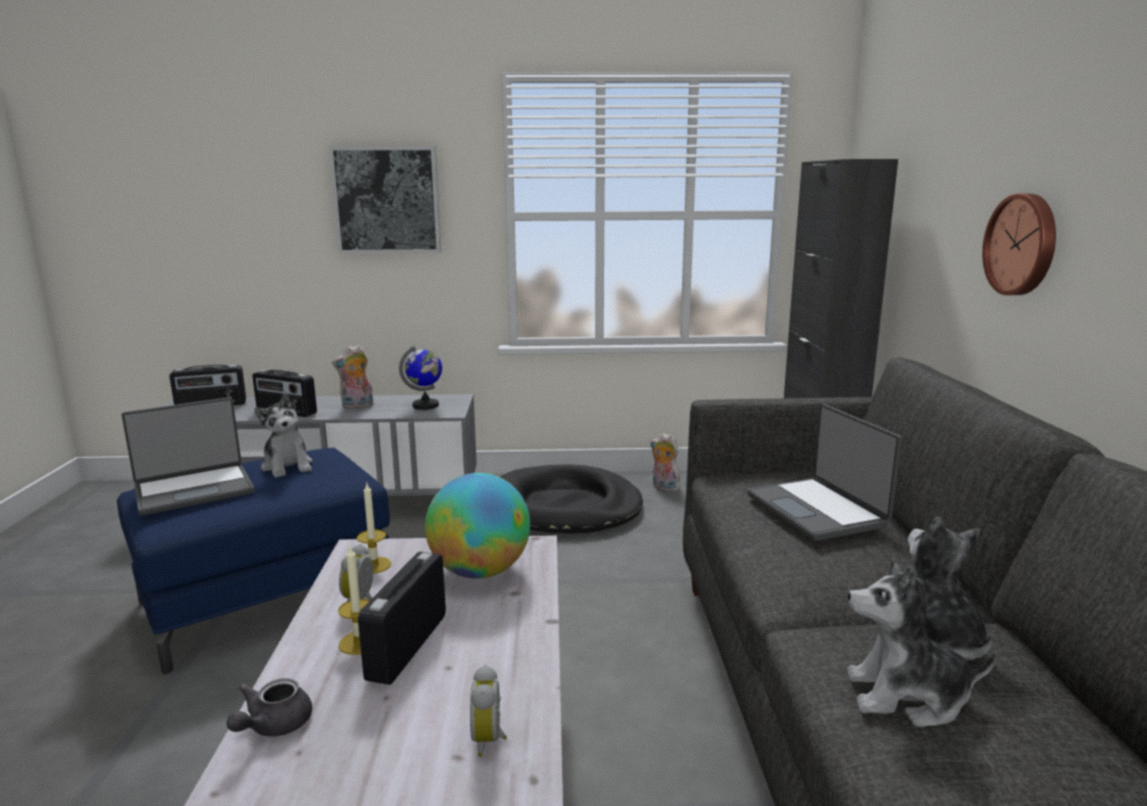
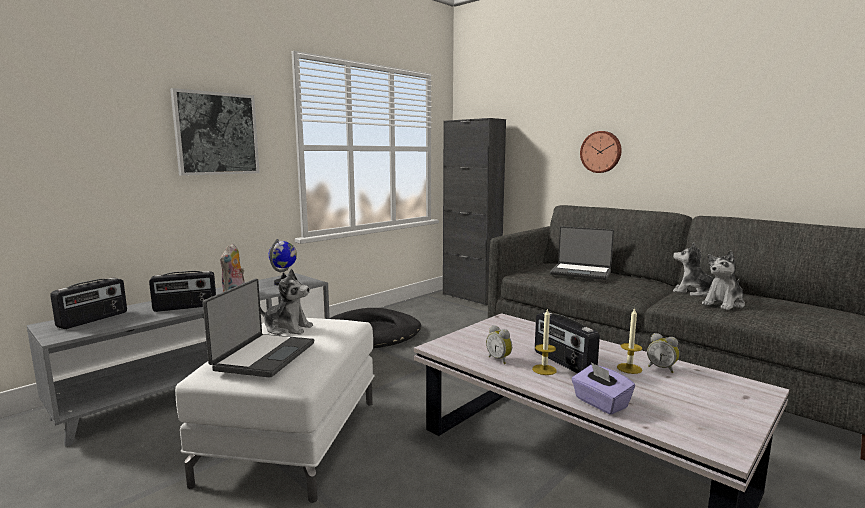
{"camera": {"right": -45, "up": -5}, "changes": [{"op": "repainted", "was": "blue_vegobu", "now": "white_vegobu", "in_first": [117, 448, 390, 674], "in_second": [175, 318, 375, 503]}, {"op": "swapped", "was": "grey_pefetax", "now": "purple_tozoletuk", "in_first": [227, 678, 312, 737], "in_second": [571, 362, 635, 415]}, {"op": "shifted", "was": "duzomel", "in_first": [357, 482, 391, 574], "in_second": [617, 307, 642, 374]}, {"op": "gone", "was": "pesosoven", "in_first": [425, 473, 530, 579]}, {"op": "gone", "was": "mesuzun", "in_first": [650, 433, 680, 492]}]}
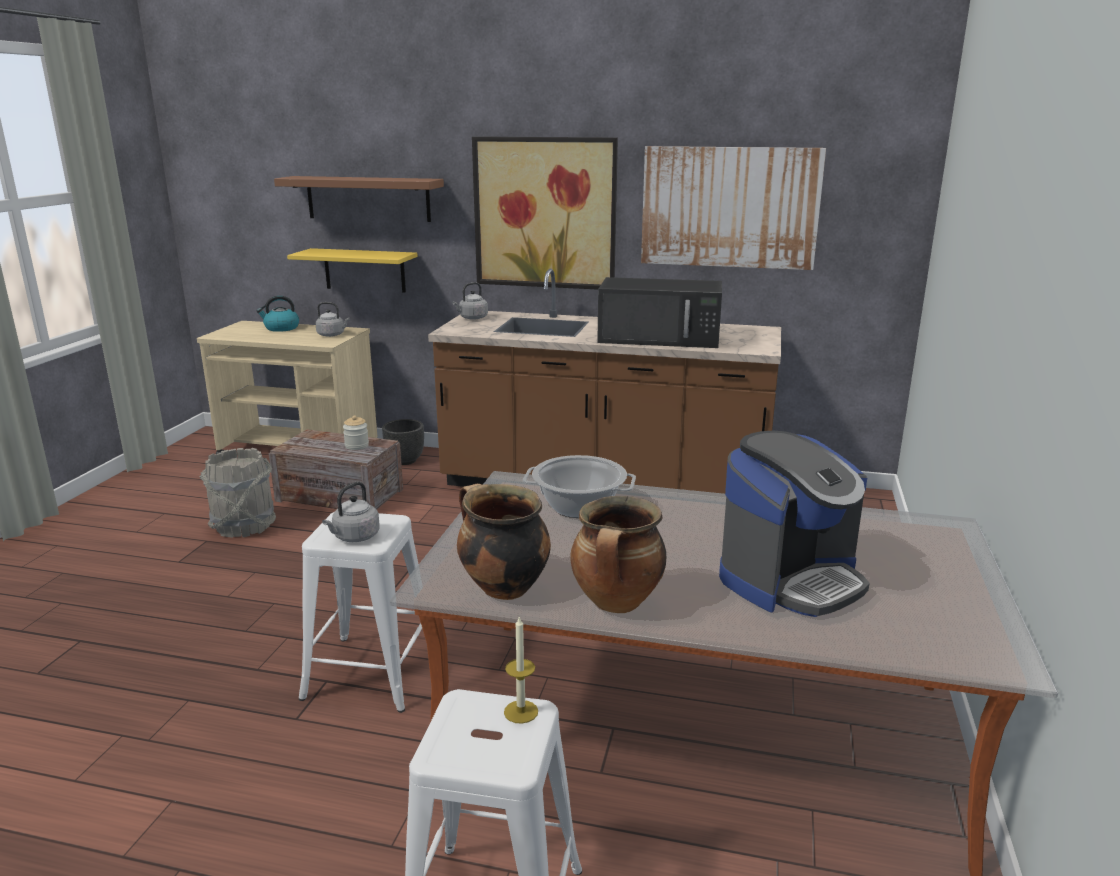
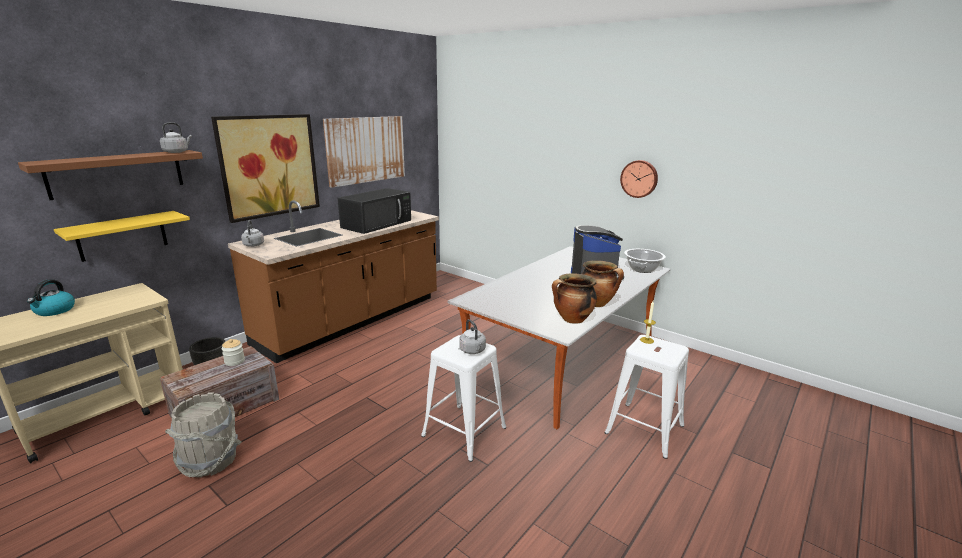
{"camera": {"right": -65, "up": 0}, "changes": [{"op": "shifted", "was": "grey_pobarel", "in_first": [315, 302, 350, 337], "in_second": [160, 122, 192, 153]}, {"op": "shifted", "was": "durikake", "in_first": [523, 455, 636, 518], "in_second": [624, 249, 666, 273]}, {"op": "new", "now": "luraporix", "in_second": [620, 160, 658, 198]}]}
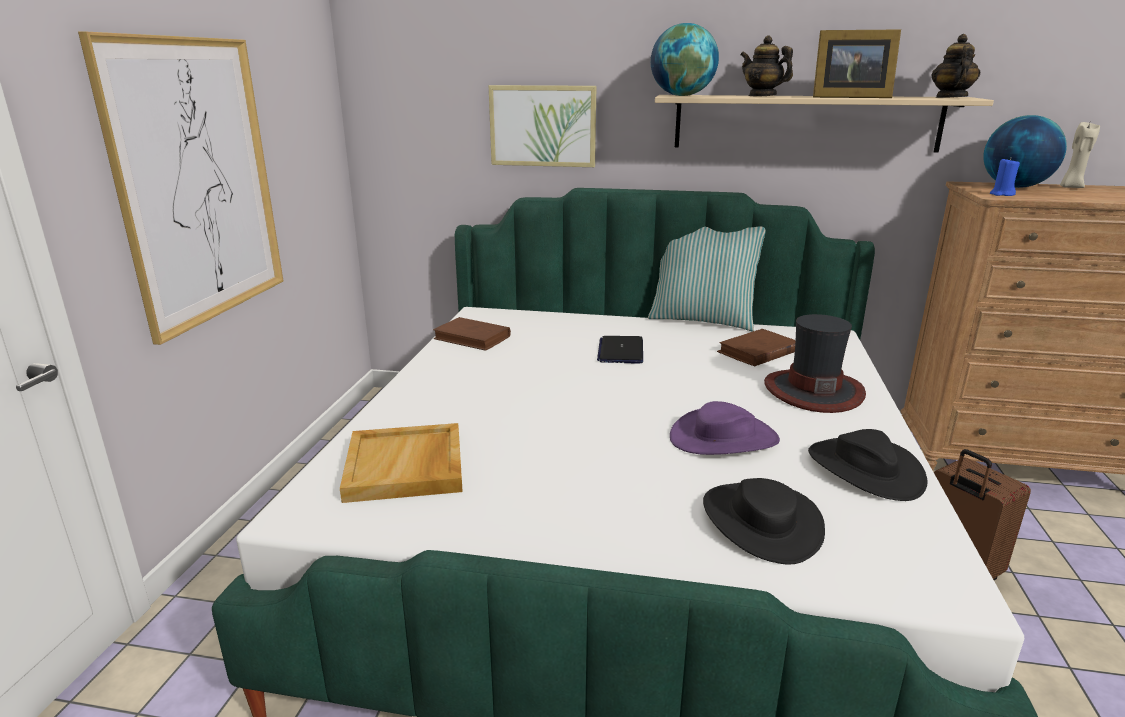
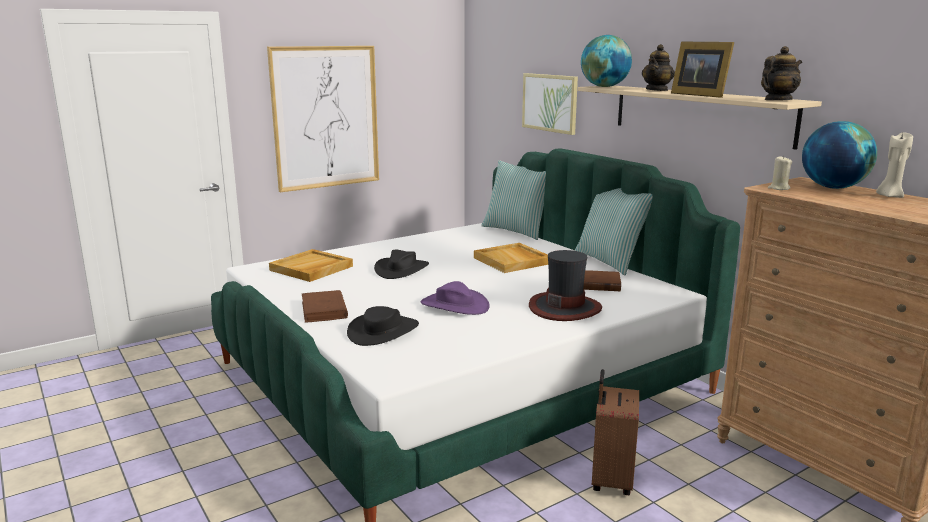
{"camera": {"right": 45, "up": -5}, "changes": [{"op": "shifted", "was": "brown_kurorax", "in_first": [433, 317, 511, 351], "in_second": [302, 290, 348, 323]}, {"op": "swapped", "was": "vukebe", "now": "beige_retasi", "in_first": [597, 336, 643, 364], "in_second": [474, 243, 548, 273]}, {"op": "rotated", "was": "pefetax", "in_first": [741, 36, 793, 96], "in_second": [642, 44, 675, 91], "clockwise": -150}, {"op": "shifted", "was": "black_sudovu", "in_first": [808, 429, 928, 501], "in_second": [374, 250, 429, 279]}, {"op": "repainted", "was": "blue_duzomel", "now": "beige_duzomel", "in_first": [990, 157, 1020, 196], "in_second": [768, 156, 792, 190]}, {"op": "new", "now": "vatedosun", "in_second": [481, 160, 546, 240]}]}
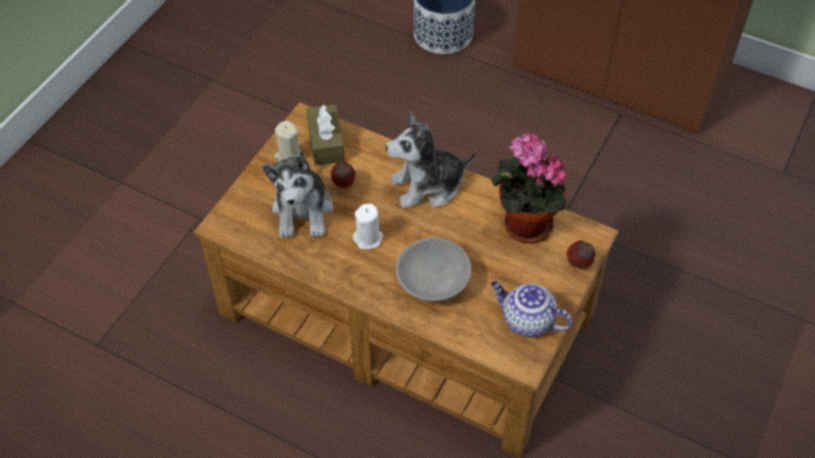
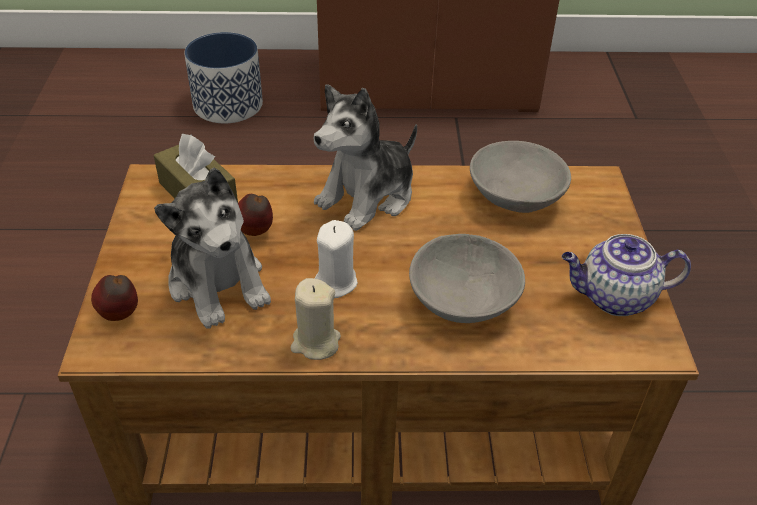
{"camera": {"right": -30, "up": -10}, "changes": [{"op": "shifted", "was": "beige_duzomel", "in_first": [274, 121, 304, 161], "in_second": [291, 278, 341, 360]}, {"op": "swapped", "was": "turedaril", "now": "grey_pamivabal", "in_first": [491, 133, 566, 244], "in_second": [470, 141, 571, 213]}, {"op": "shifted", "was": "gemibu", "in_first": [566, 240, 595, 269], "in_second": [91, 275, 138, 321]}]}
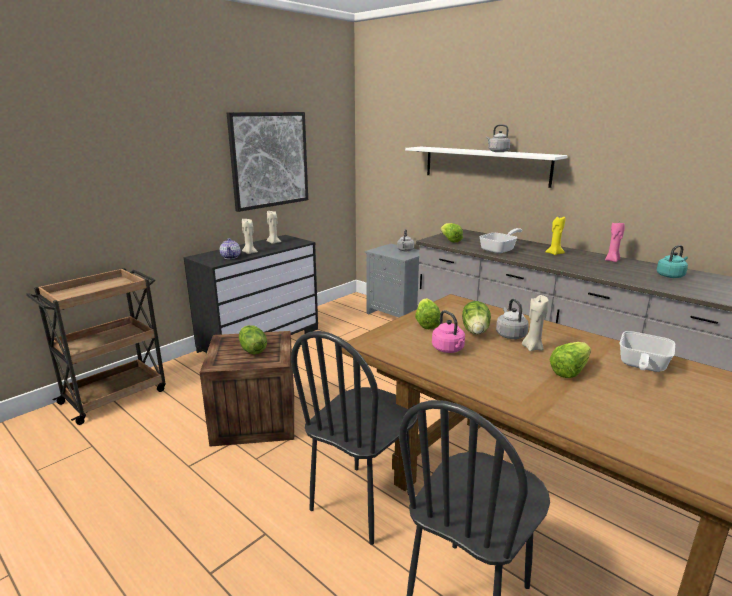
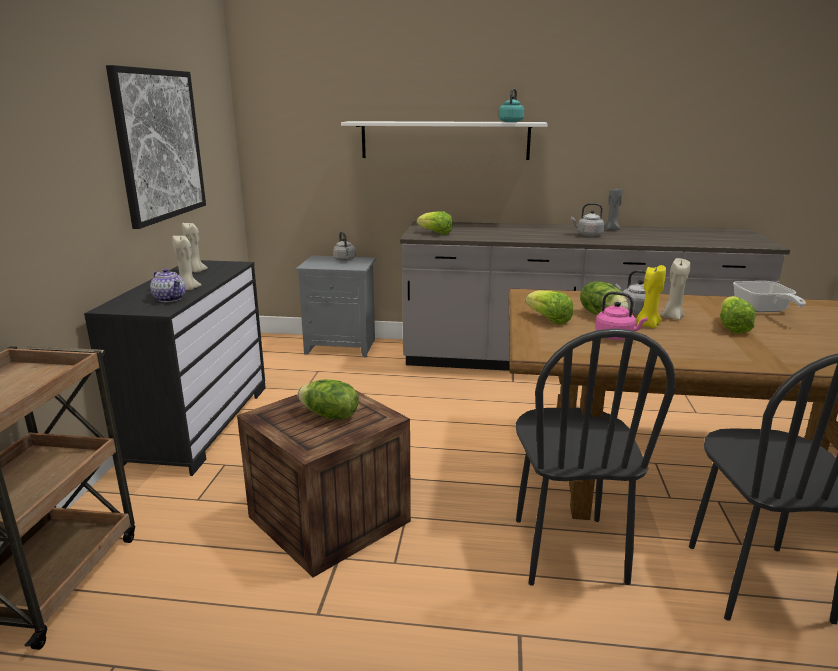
{"camera": {"right": -35, "up": 0}, "changes": [{"op": "gone", "was": "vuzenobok", "in_first": [479, 228, 522, 254]}, {"op": "shifted", "was": "grey_pobarel", "in_first": [486, 124, 510, 152], "in_second": [571, 203, 605, 236]}, {"op": "shifted", "was": "yellow_duzomel", "in_first": [545, 216, 565, 255], "in_second": [637, 265, 666, 328]}, {"op": "repainted", "was": "pink_duzomel", "now": "grey_duzomel", "in_first": [605, 223, 625, 262], "in_second": [604, 188, 623, 230]}, {"op": "shifted", "was": "turquoise_pobarel", "in_first": [657, 245, 688, 278], "in_second": [499, 88, 524, 122]}]}
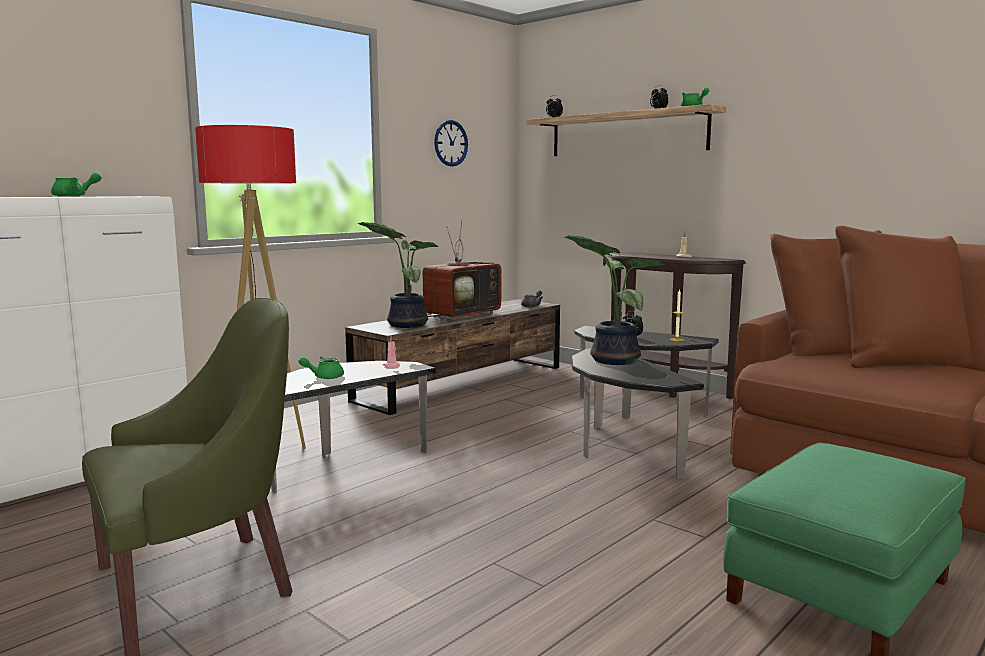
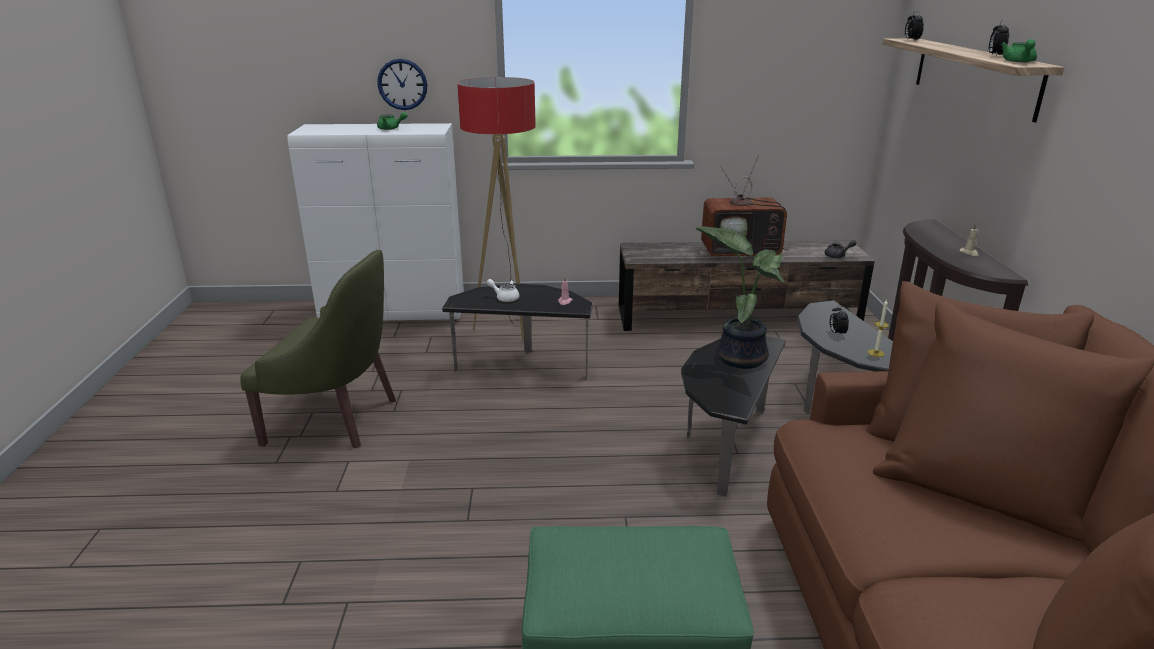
{"camera": {"right": 45, "up": 15}, "changes": [{"op": "repainted", "was": "green_pefetax", "now": "white_pefetax", "in_first": [299, 356, 344, 379], "in_second": [487, 279, 520, 302]}, {"op": "gone", "was": "turedaril", "in_first": [357, 222, 440, 328]}, {"op": "shifted", "was": "luraporix", "in_first": [434, 120, 468, 167], "in_second": [377, 59, 427, 110]}]}
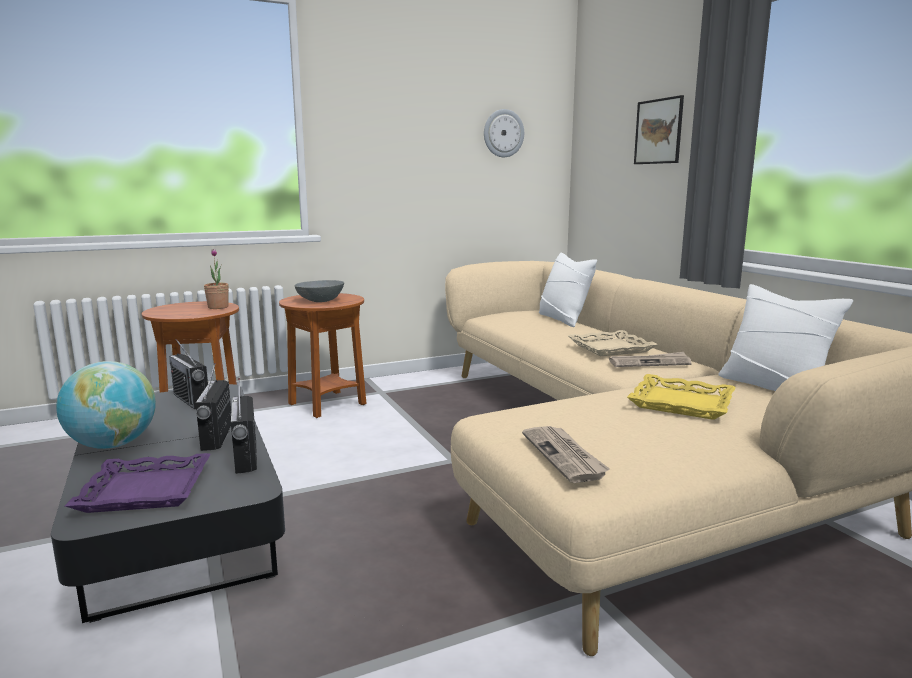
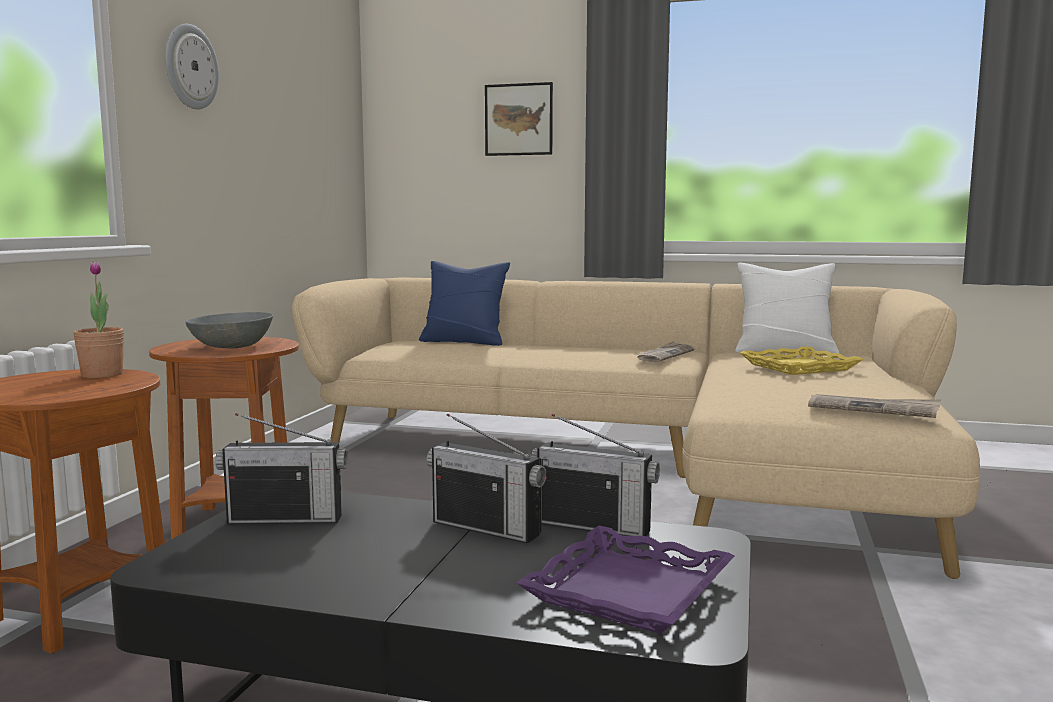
{"camera": {"right": -50, "up": -5}, "changes": [{"op": "gone", "was": "pesosoven", "in_first": [56, 361, 156, 449]}, {"op": "shifted", "was": "luraporix", "in_first": [484, 109, 524, 157], "in_second": [165, 24, 219, 110]}, {"op": "repainted", "was": "white_vatedosun", "now": "blue_vatedosun", "in_first": [539, 252, 597, 327], "in_second": [419, 261, 510, 346]}, {"op": "gone", "was": "beige_retasi", "in_first": [568, 330, 658, 356]}]}
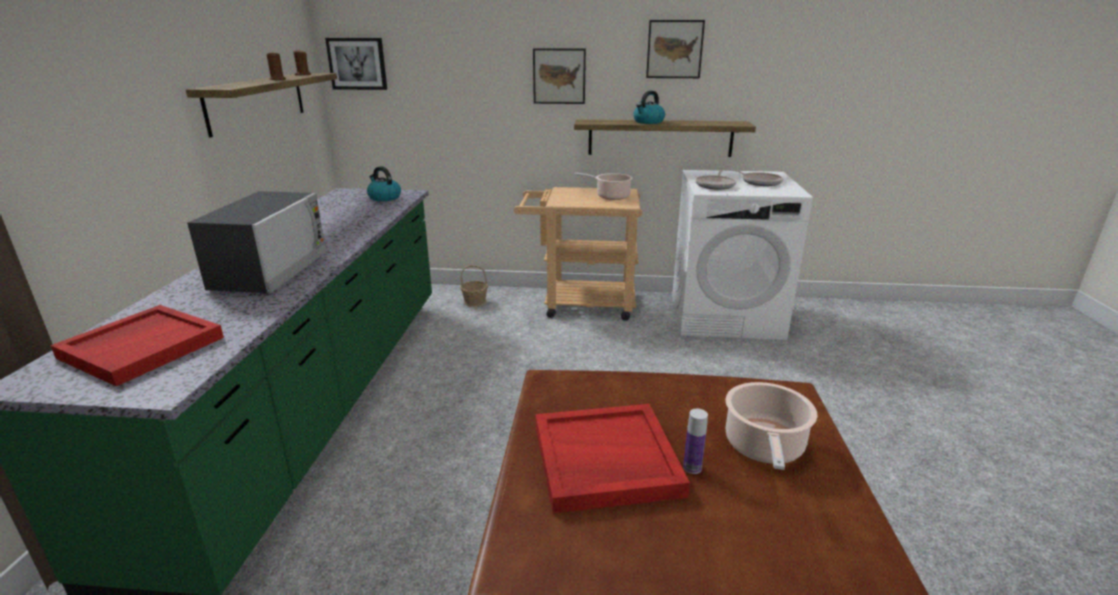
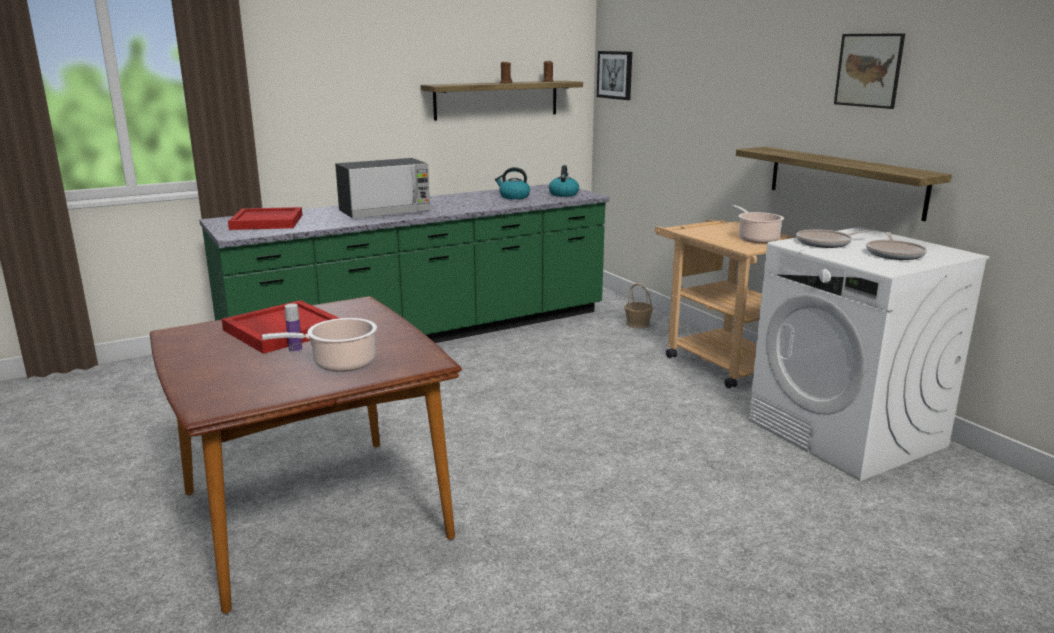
{"camera": {"right": 55, "up": -5}, "changes": [{"op": "gone", "was": "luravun", "in_first": [533, 48, 586, 104]}, {"op": "shifted", "was": "pobarel", "in_first": [633, 91, 665, 124], "in_second": [495, 167, 530, 199]}]}
